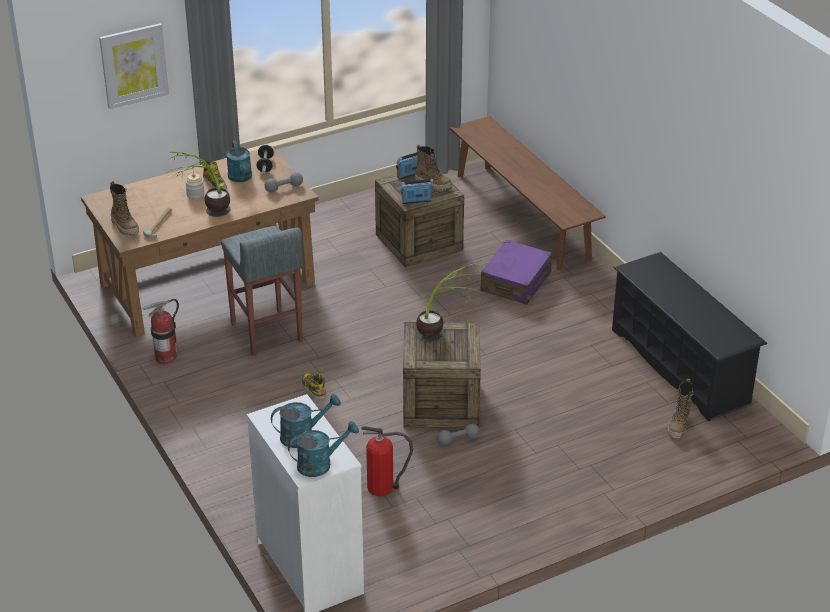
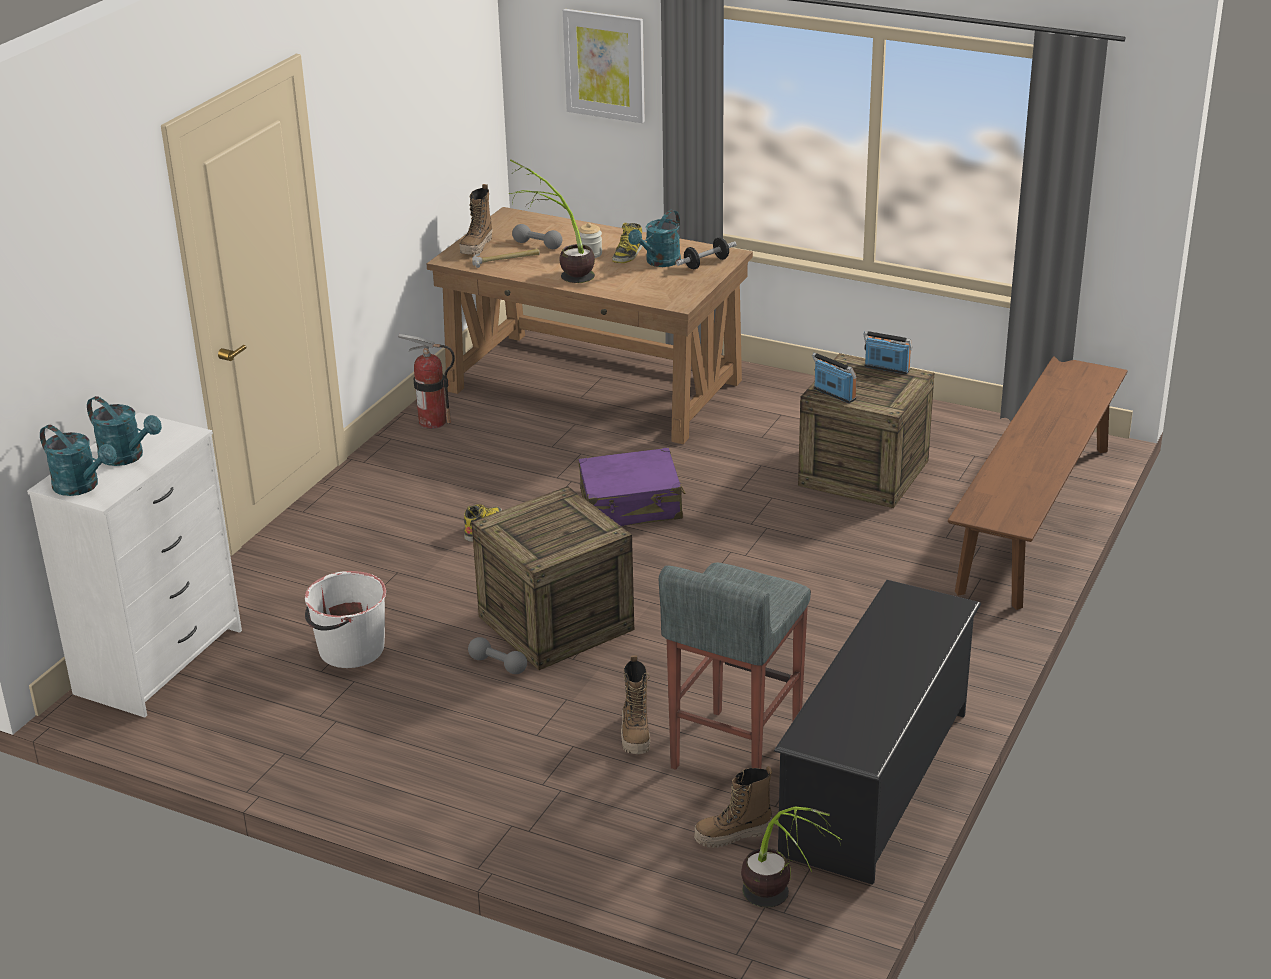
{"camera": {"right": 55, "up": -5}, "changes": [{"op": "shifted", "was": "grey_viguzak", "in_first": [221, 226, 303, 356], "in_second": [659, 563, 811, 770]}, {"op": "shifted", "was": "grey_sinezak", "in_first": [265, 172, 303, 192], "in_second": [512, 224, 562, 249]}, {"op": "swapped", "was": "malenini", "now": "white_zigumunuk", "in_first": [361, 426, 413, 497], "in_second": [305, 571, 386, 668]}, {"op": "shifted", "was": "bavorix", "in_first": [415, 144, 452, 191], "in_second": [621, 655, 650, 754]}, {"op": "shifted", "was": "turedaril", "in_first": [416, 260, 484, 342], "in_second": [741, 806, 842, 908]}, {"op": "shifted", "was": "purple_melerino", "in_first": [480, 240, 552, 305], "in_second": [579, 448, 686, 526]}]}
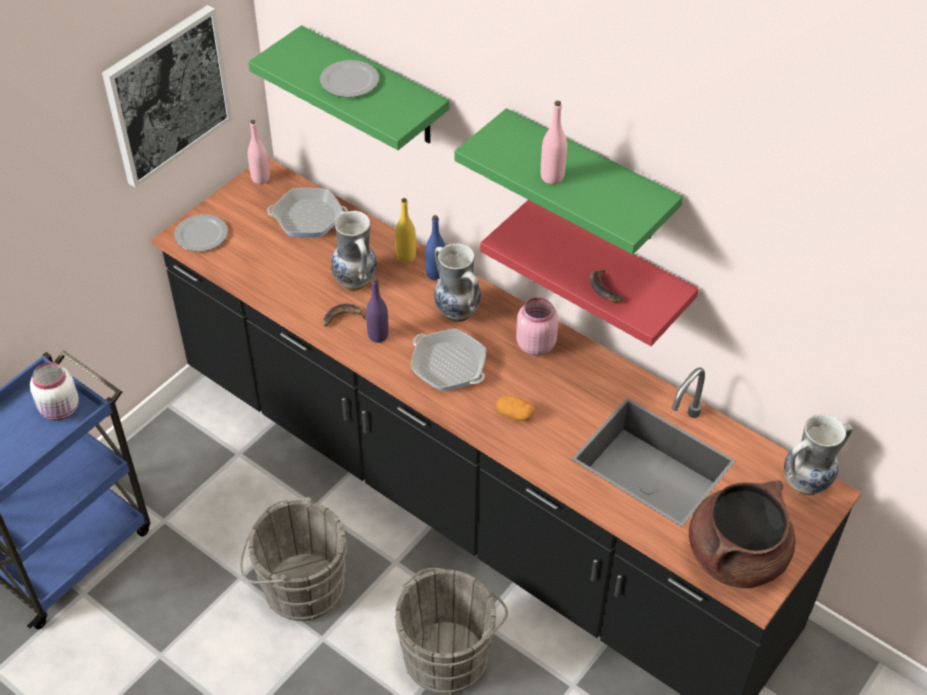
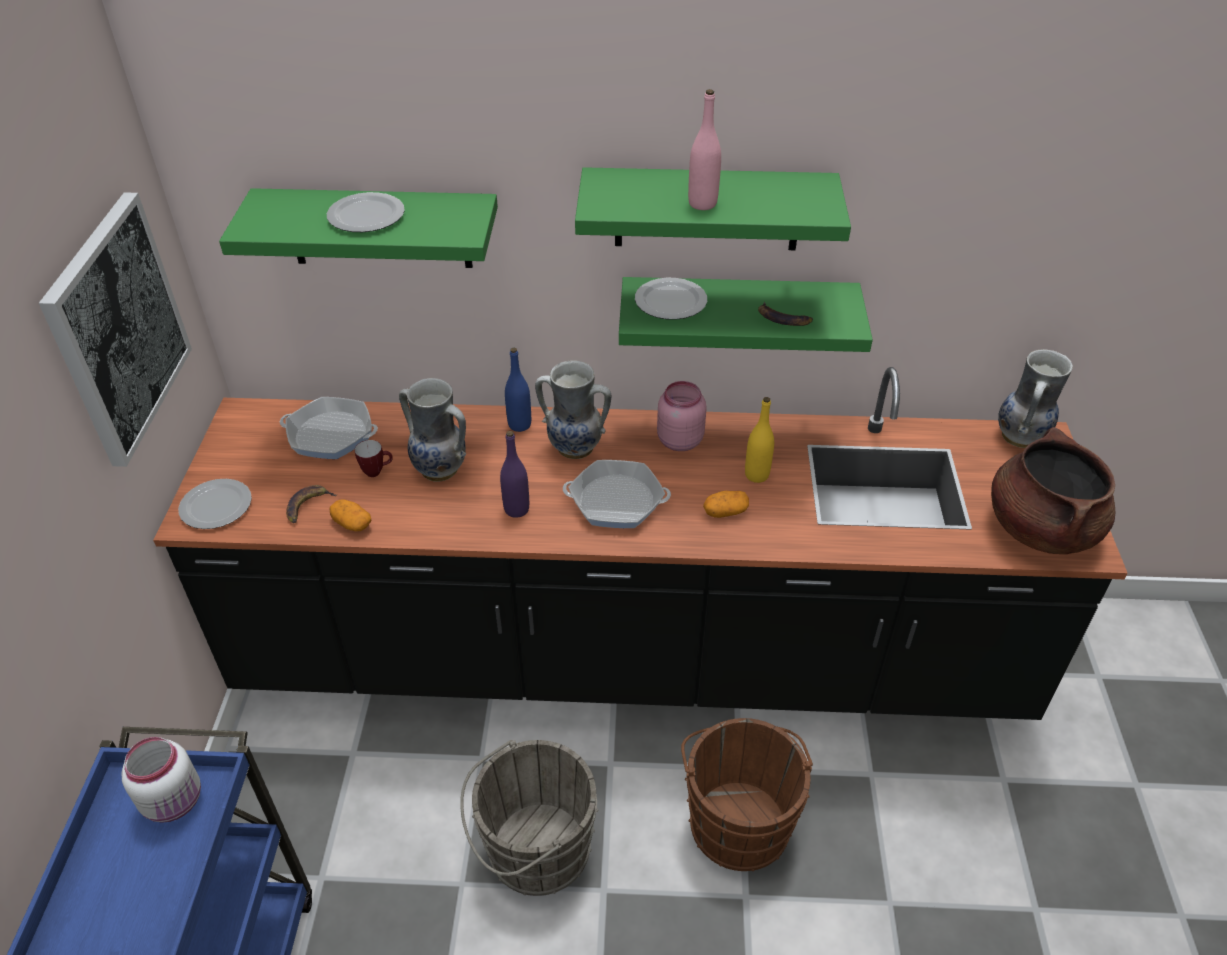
{"camera": {"right": -35, "up": -5}, "changes": [{"op": "gone", "was": "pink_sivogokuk", "in_first": [248, 120, 270, 184]}, {"op": "rotated", "was": "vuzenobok", "in_first": [267, 188, 348, 238], "in_second": [280, 397, 378, 459], "clockwise": 45}, {"op": "shifted", "was": "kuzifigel", "in_first": [323, 304, 366, 327], "in_second": [286, 485, 337, 523]}, {"op": "shifted", "was": "yellow_sivogokuk", "in_first": [395, 198, 416, 263], "in_second": [745, 397, 774, 483]}, {"op": "repainted", "was": "grey_zigumunuk", "now": "brown_zigumunuk", "in_first": [395, 568, 508, 694], "in_second": [681, 718, 813, 871]}, {"op": "repainted", "was": "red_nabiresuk", "now": "green_nabiresuk", "in_first": [480, 200, 699, 346], "in_second": [619, 277, 873, 352]}, {"op": "new", "now": "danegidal", "in_second": [330, 499, 371, 531]}, {"op": "new", "now": "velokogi", "in_second": [355, 440, 393, 477]}, {"op": "new", "now": "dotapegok", "in_second": [635, 278, 707, 320]}]}
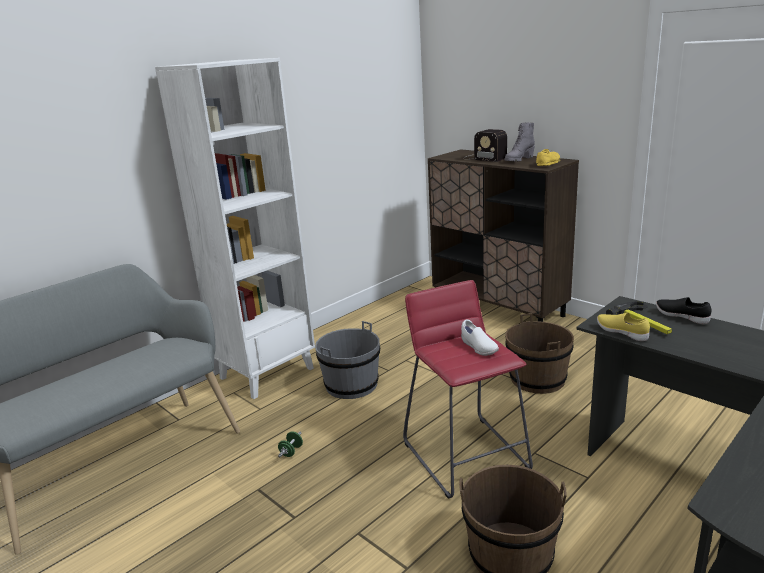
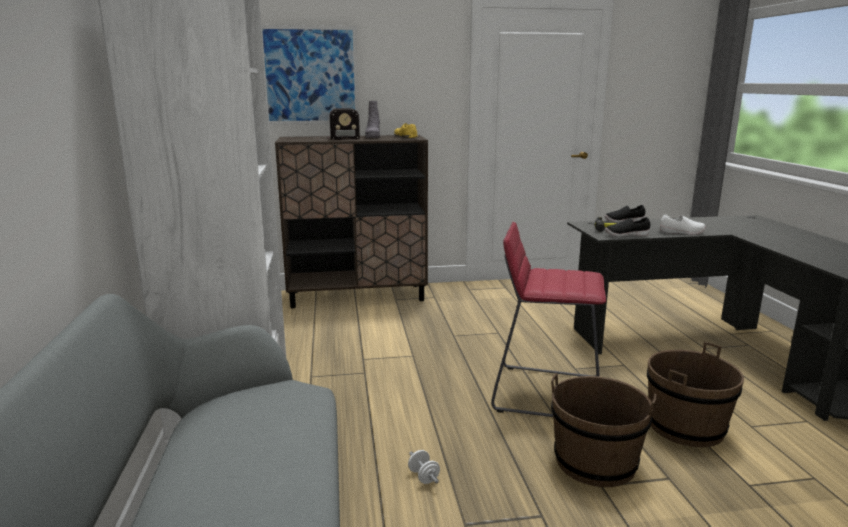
{"camera": {"right": -55, "up": -5}, "changes": [{"op": "repainted", "was": "green_sinezak", "now": "white_sinezak", "in_first": [278, 431, 303, 457], "in_second": [408, 450, 440, 484]}, {"op": "gone", "was": "grey_zigumunuk", "in_first": [315, 321, 380, 399]}, {"op": "shifted", "was": "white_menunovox", "in_first": [461, 319, 499, 356], "in_second": [660, 214, 706, 235]}, {"op": "shifted", "was": "brown_zigumunuk", "in_first": [505, 313, 574, 394], "in_second": [551, 373, 657, 487]}, {"op": "repainted", "was": "yellow_menunovox", "now": "black_menunovox", "in_first": [597, 313, 650, 341], "in_second": [605, 217, 650, 237]}, {"op": "new", "now": "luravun", "in_second": [261, 25, 359, 125]}]}
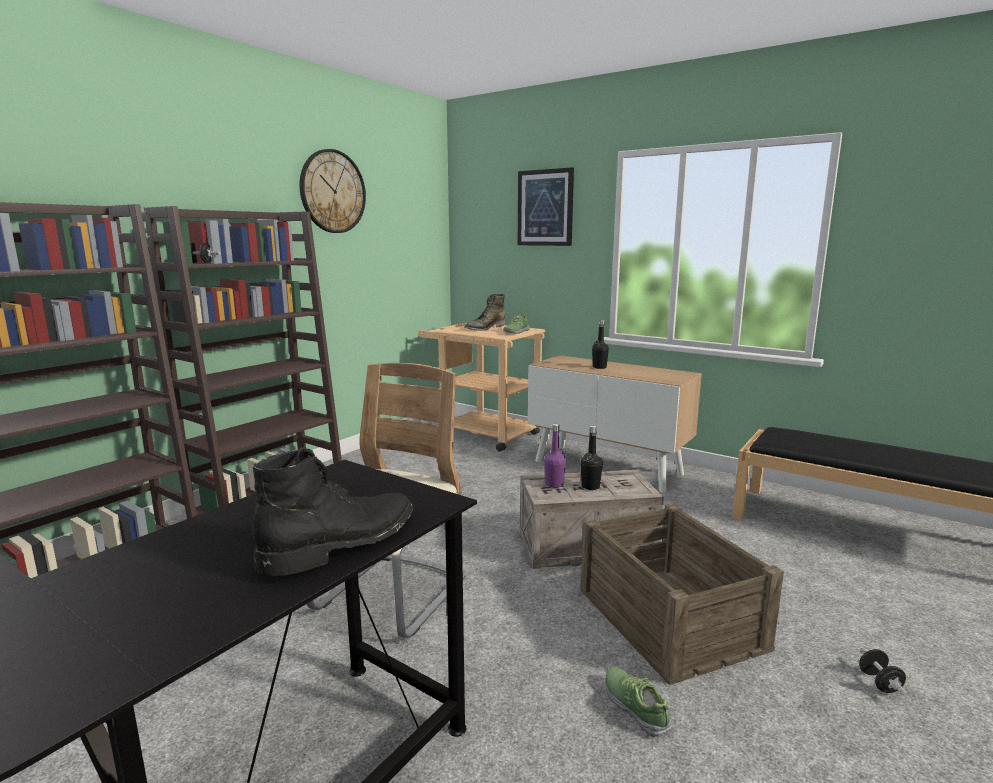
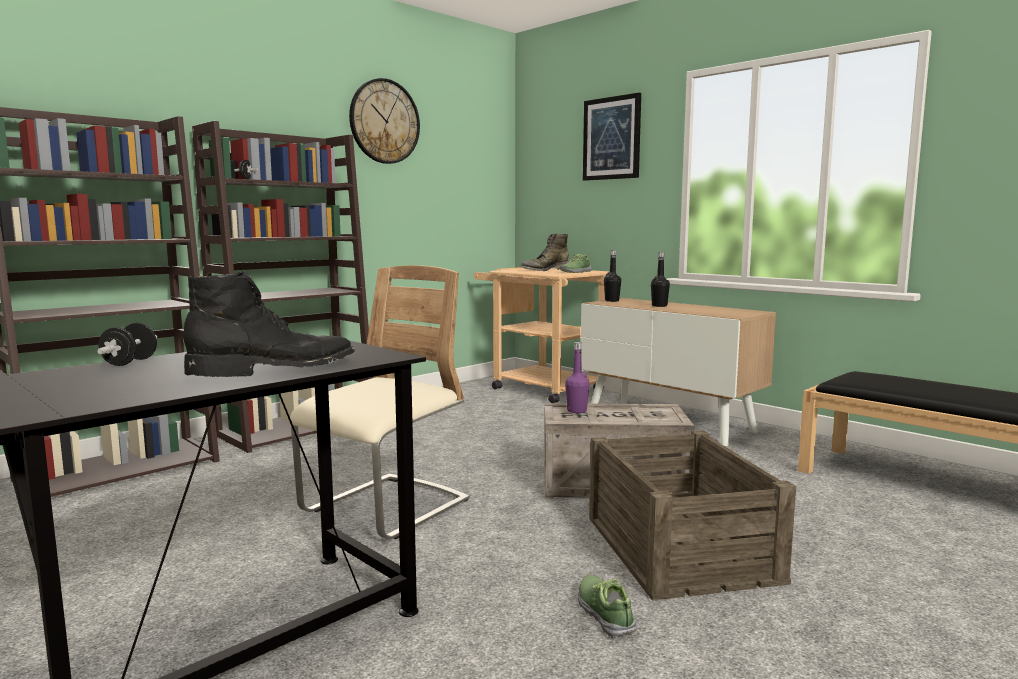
{"camera": {"right": 10, "up": -5}, "changes": [{"op": "shifted", "was": "black_sivogokuk", "in_first": [581, 426, 603, 490], "in_second": [604, 251, 621, 302]}, {"op": "shifted", "was": "black_sinezak", "in_first": [859, 648, 907, 696], "in_second": [98, 323, 157, 366]}]}
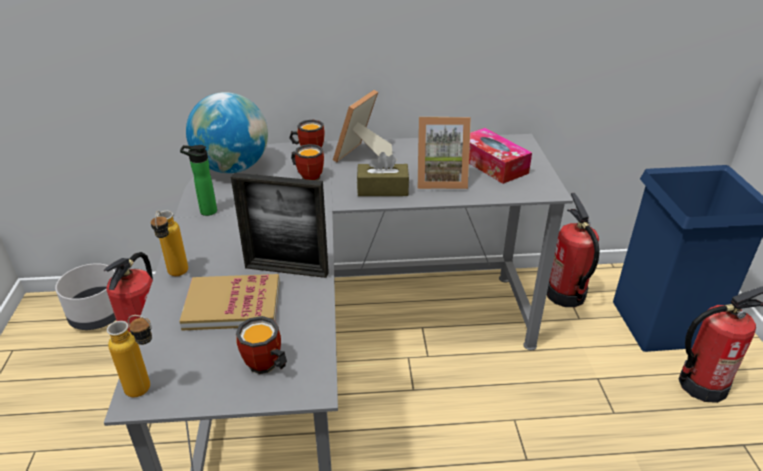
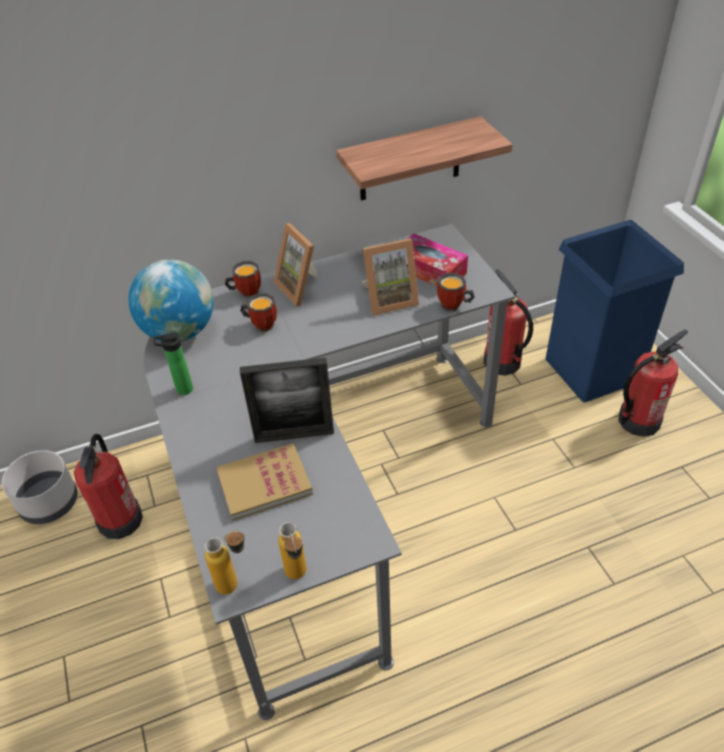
{"camera": {"right": -15, "up": 10}, "changes": [{"op": "shifted", "was": "sivogokuk", "in_first": [150, 211, 188, 276], "in_second": [278, 522, 307, 579]}, {"op": "shifted", "was": "velokogi", "in_first": [236, 316, 287, 374], "in_second": [437, 273, 475, 311]}, {"op": "rotated", "was": "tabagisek", "in_first": [333, 90, 393, 162], "in_second": [274, 223, 318, 306], "clockwise": -45}, {"op": "gone", "was": "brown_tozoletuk", "in_first": [357, 152, 409, 196]}, {"op": "new", "now": "nabiresuk", "in_second": [336, 116, 513, 201]}]}
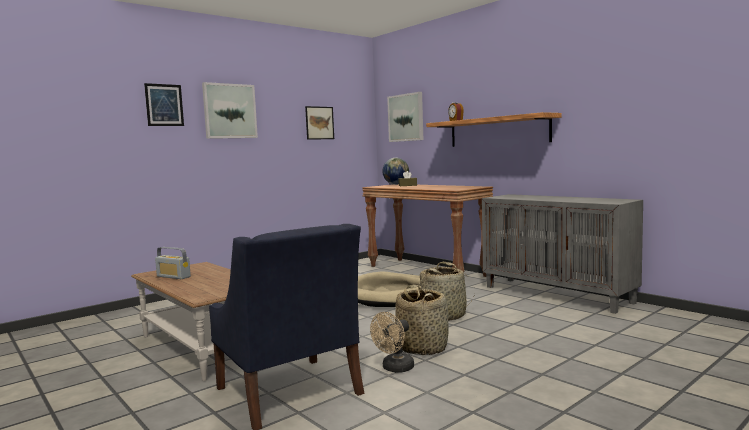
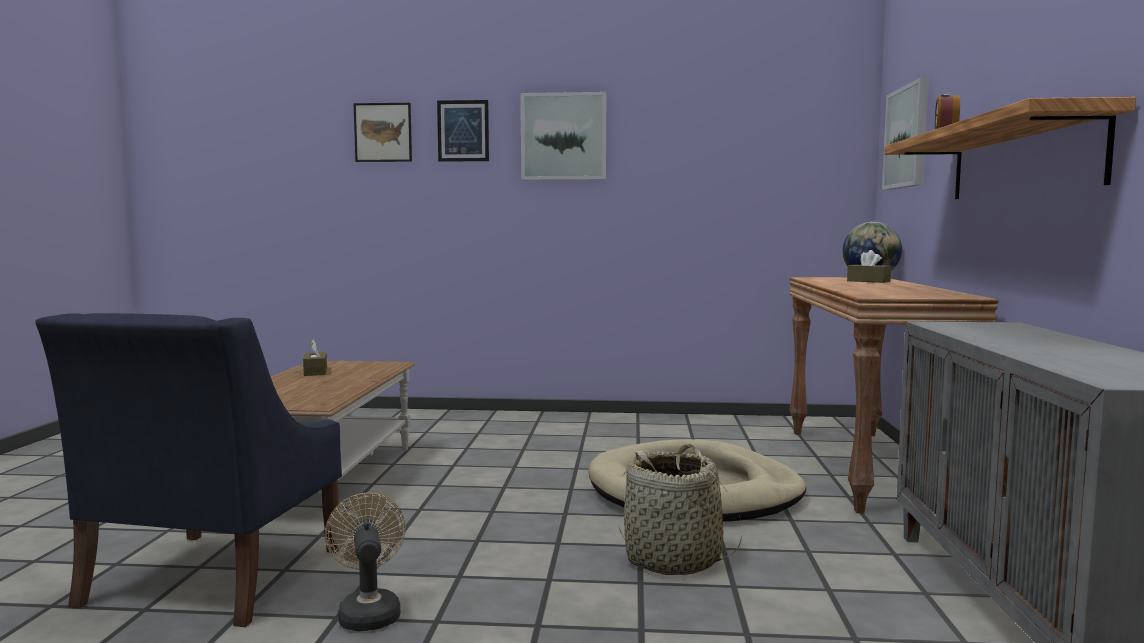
{"camera": {"right": 45, "up": 0}, "changes": [{"op": "swapped", "was": "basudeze", "now": "brown_tozoletuk", "in_first": [155, 247, 191, 279], "in_second": [303, 339, 327, 376]}, {"op": "shifted", "was": "luravun", "in_first": [305, 106, 334, 140], "in_second": [354, 103, 412, 162]}, {"op": "rotated", "was": "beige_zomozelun", "in_first": [370, 312, 414, 373], "in_second": [325, 493, 406, 631], "clockwise": 75}, {"op": "gone", "was": "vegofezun", "in_first": [395, 284, 449, 355]}]}
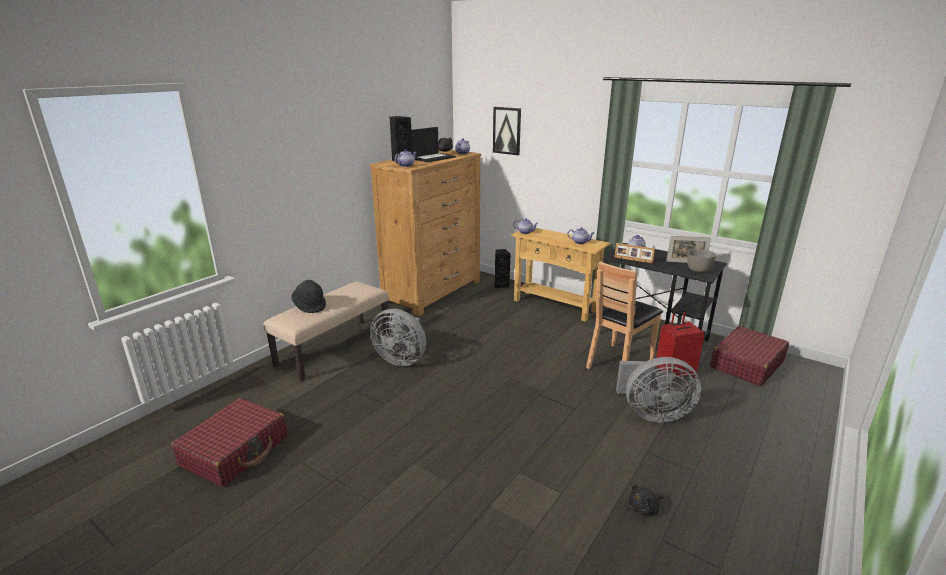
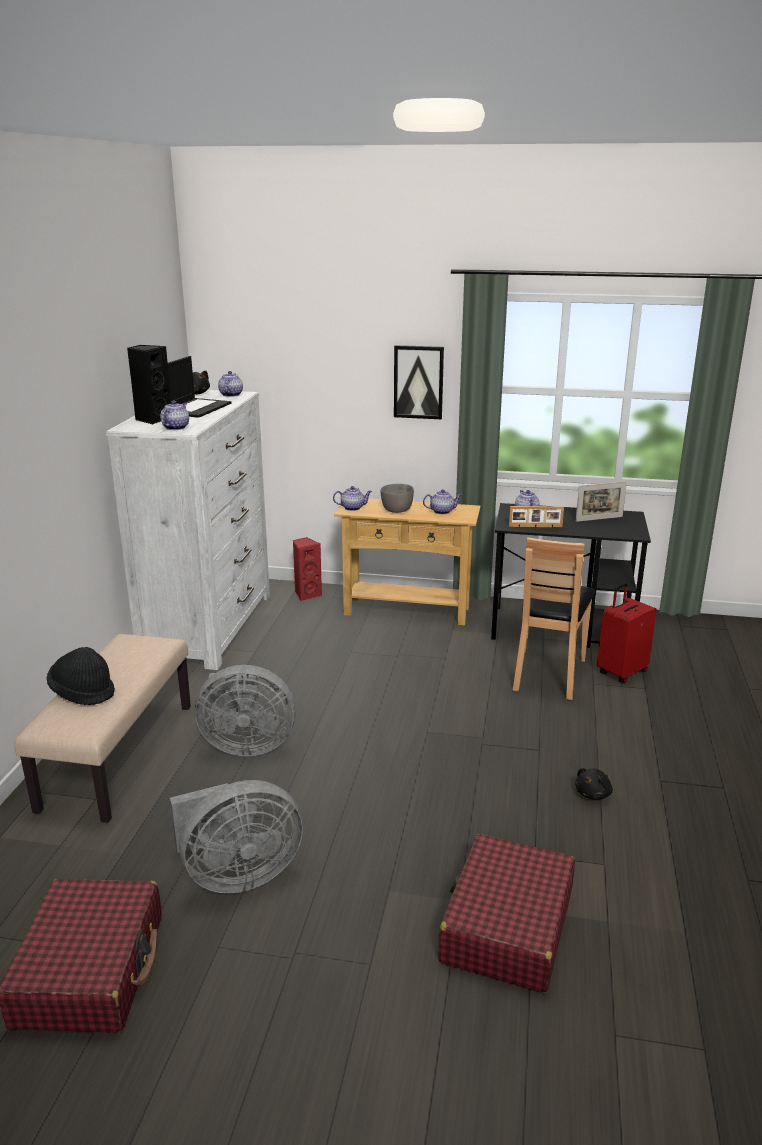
{"camera": {"right": -25, "up": 0}, "changes": [{"op": "repainted", "was": "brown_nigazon", "now": "white_nigazon", "in_first": [369, 150, 481, 316], "in_second": [106, 390, 270, 670]}, {"op": "shifted", "was": "luravun", "in_first": [493, 107, 521, 155], "in_second": [394, 345, 444, 419]}, {"op": "repainted", "was": "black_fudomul", "now": "red_fudomul", "in_first": [495, 249, 511, 288], "in_second": [293, 537, 322, 601]}, {"op": "shifted", "was": "grey_zomozelun", "in_first": [616, 357, 701, 422], "in_second": [170, 780, 303, 893]}, {"op": "shifted", "was": "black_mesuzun", "in_first": [628, 485, 663, 516], "in_second": [575, 768, 613, 799]}, {"op": "shifted", "was": "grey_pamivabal", "in_first": [687, 249, 716, 272], "in_second": [381, 484, 414, 513]}, {"op": "shifted", "was": "red_melerino", "in_first": [710, 326, 789, 386], "in_second": [438, 834, 575, 993]}]}
